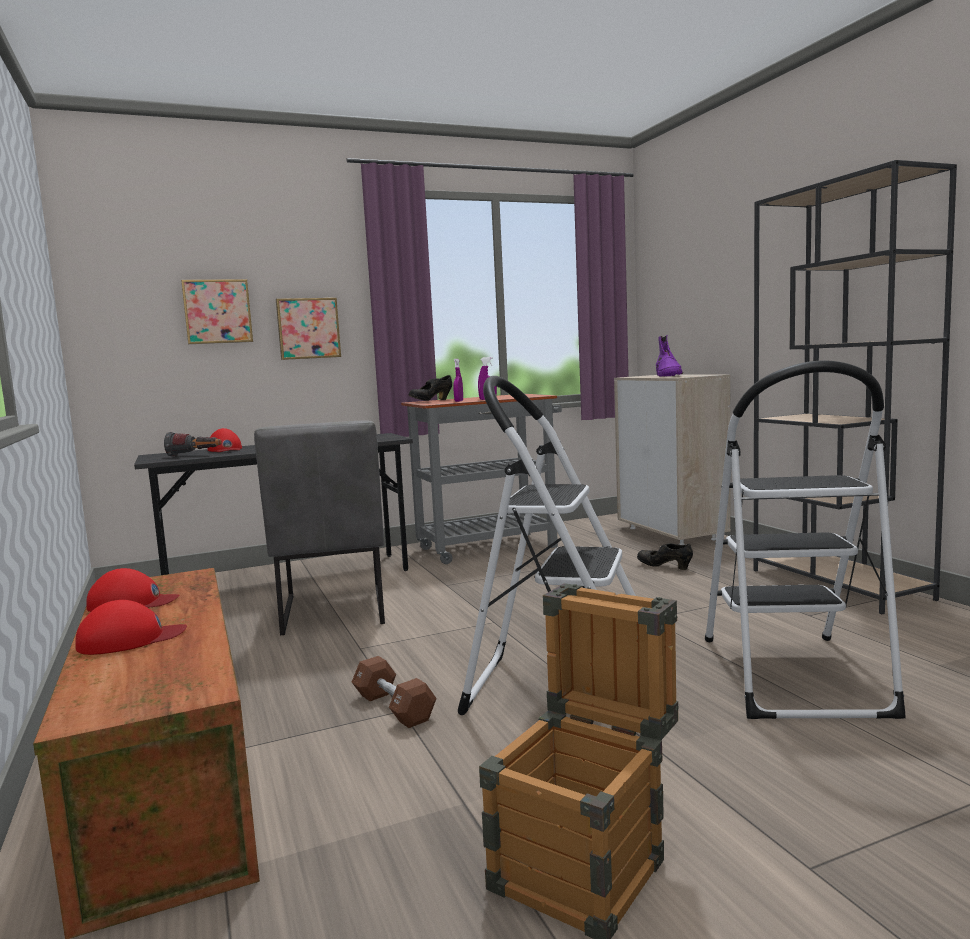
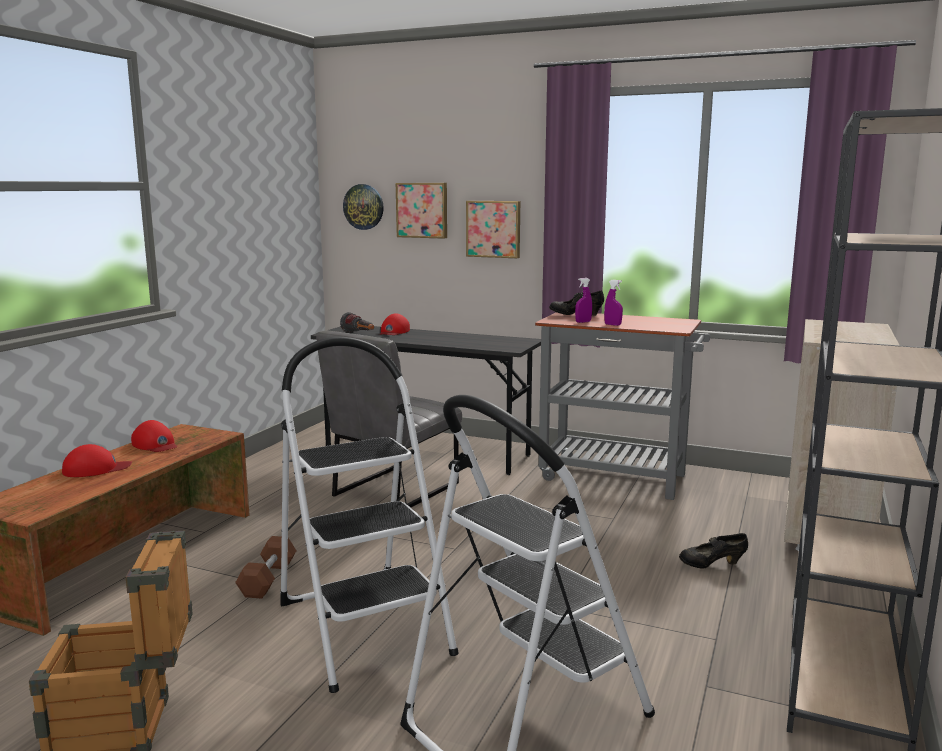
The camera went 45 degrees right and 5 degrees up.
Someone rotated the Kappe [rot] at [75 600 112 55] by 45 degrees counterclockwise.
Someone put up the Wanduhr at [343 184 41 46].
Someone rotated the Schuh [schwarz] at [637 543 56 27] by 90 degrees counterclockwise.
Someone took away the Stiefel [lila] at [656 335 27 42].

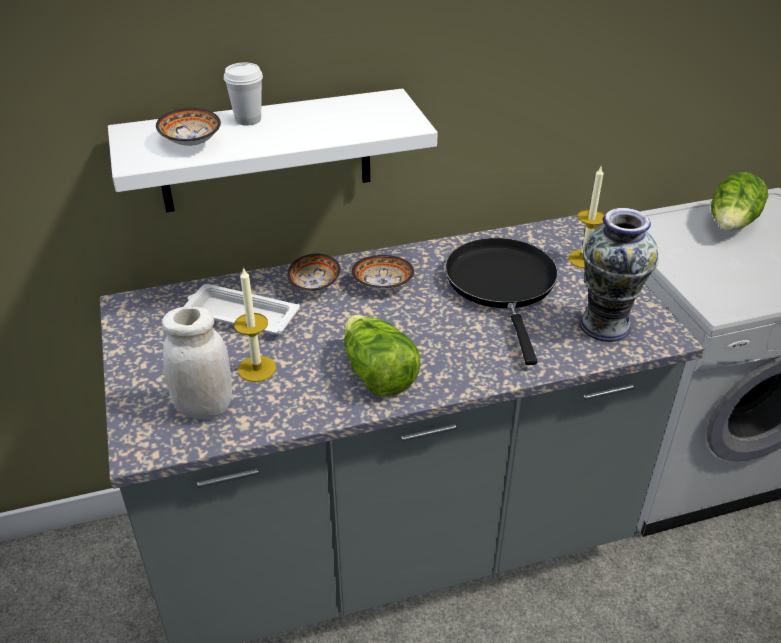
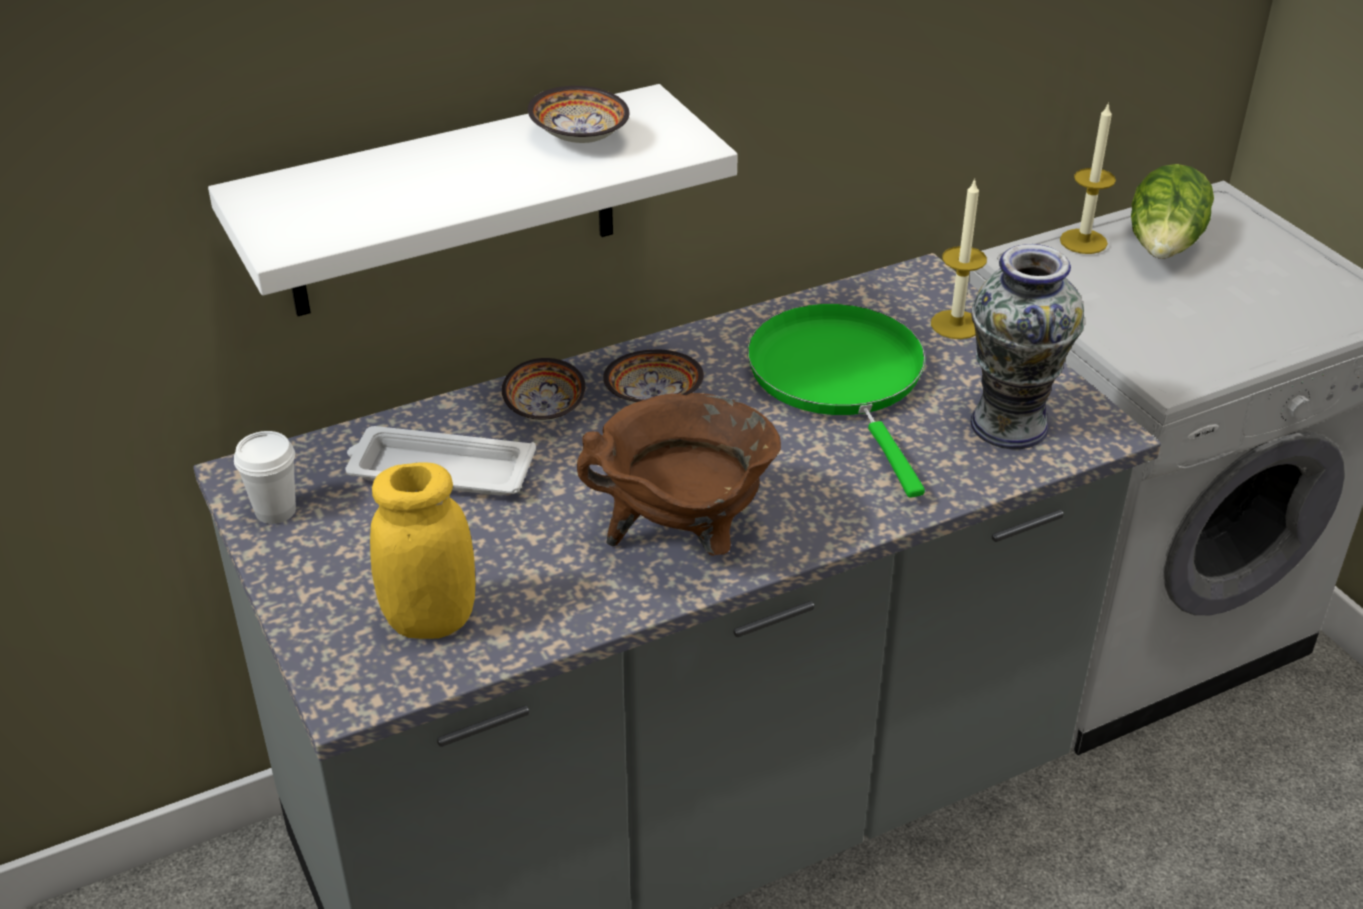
The camera went 10 degrees left and 0 degrees up.
Someone carried the Tasse [weiß] from [224 63 39 63] to [234 431 62 93].
Someone repainted the Vorratsglas [weiß] at [162 307 70 113], which became the Vorratsglas [gelb] at [370 462 105 177].
Someone carried the Schüssel from [156 108 65 38] to [528 86 102 57].
Someone swapped the Salatkopf at [344 315 76 81] for the Kochtopf [braun] at [577 393 204 163].
Someone repainted the Pfanne [schwarz] at [445 238 113 127], which became the Pfanne [grün] at [747 304 179 193].
Someone carried the Kerze from [234 267 42 115] to [1060 102 56 152].

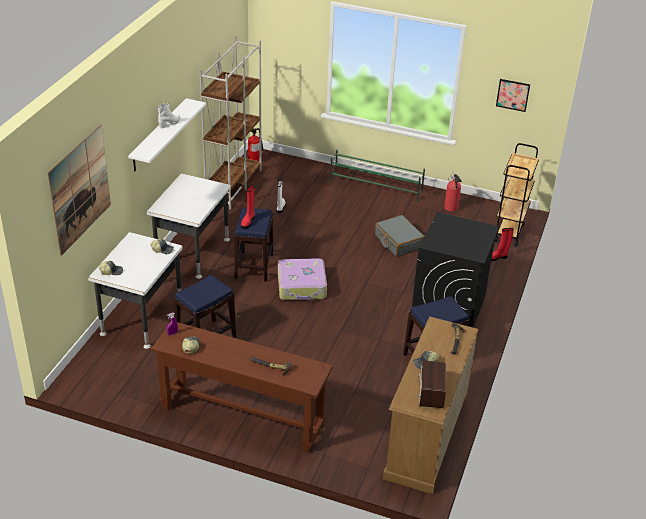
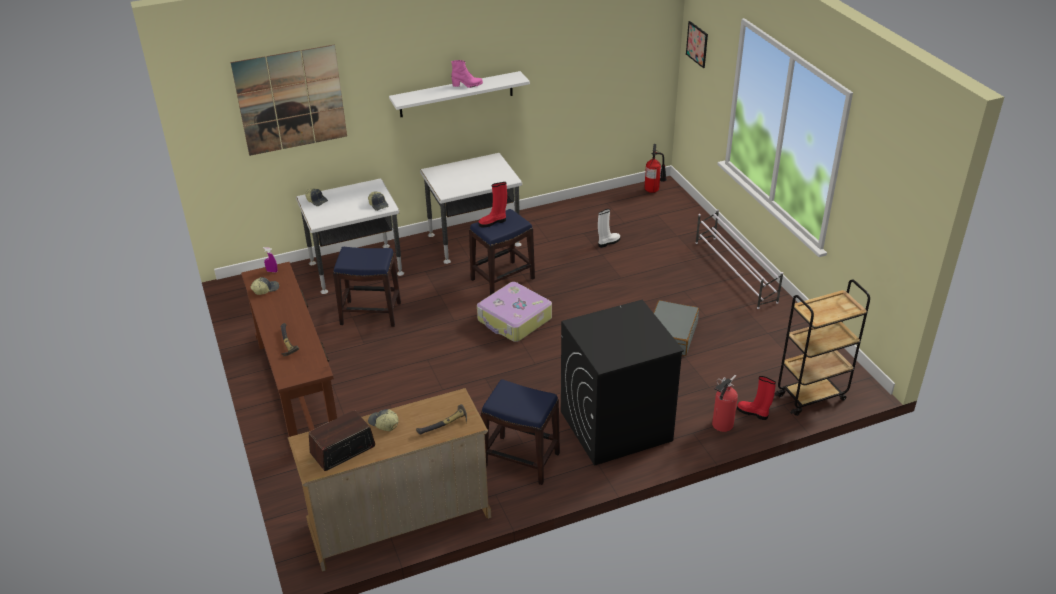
The camera went 50 degrees right and 0 degrees up.
Someone repainted the Stiefel [weiß] at [158 103 23 25], which became the Stiefel [rosa] at [451 60 32 28].
Someone carried the Bild from [496 79 34 33] to [686 21 22 47].
Someone repainted the Schuhregal [grün] at [330 149 95 52], which became the Schuhregal [weiß] at [695 209 88 100].
Someone carried the Feuerlöscher from [444 172 18 40] to [712 375 26 57].
Someone took away the Bücherregal [braun] at [199 35 63 175].

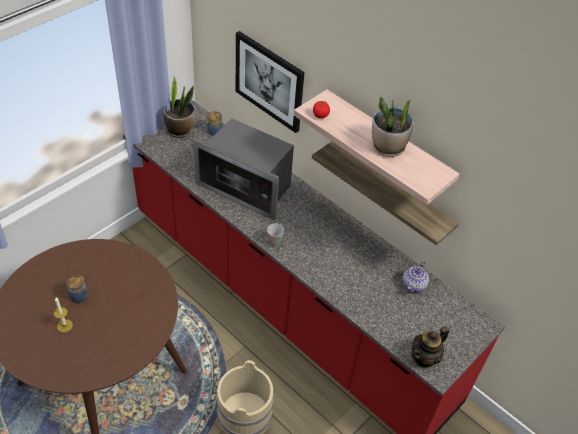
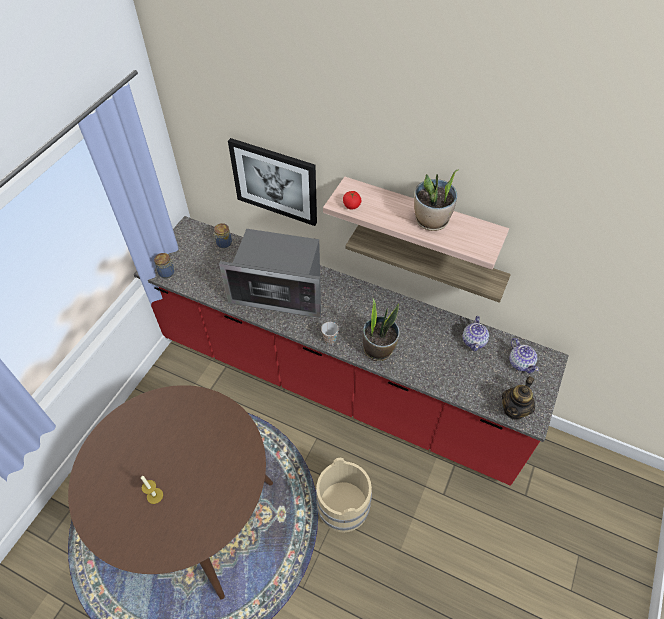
The camera went 15 degrees left and 5 degrees up.
Someone carried the Vorratsglas from [66 275 22 28] to [154 253 21 25].
Someone carried the Topfpflanze from [163 76 32 62] to [363 299 37 62].
Someone put down the Teekanne at [510 338 29 35].

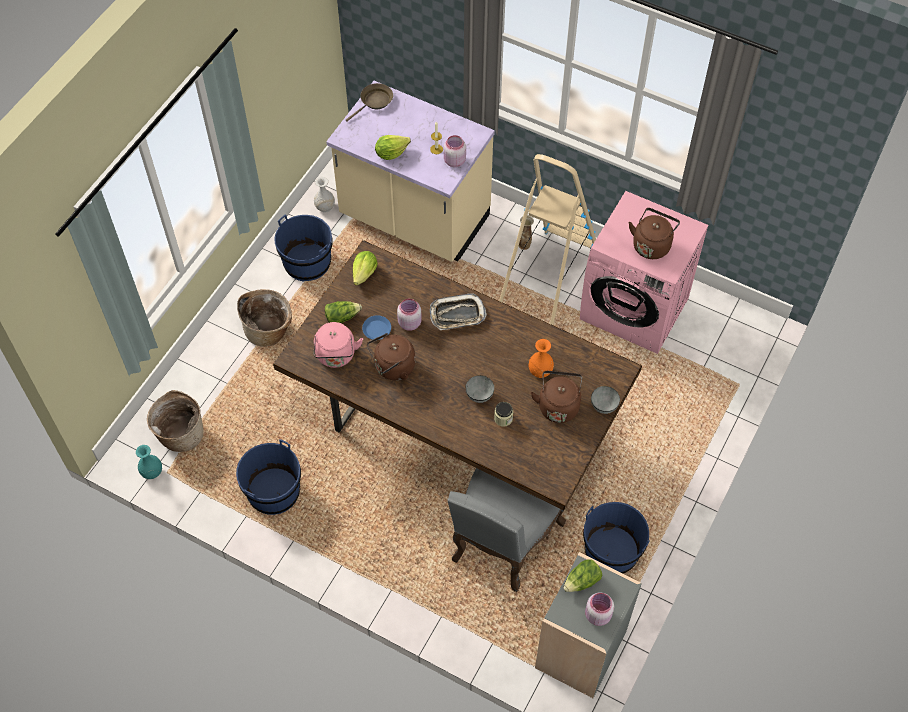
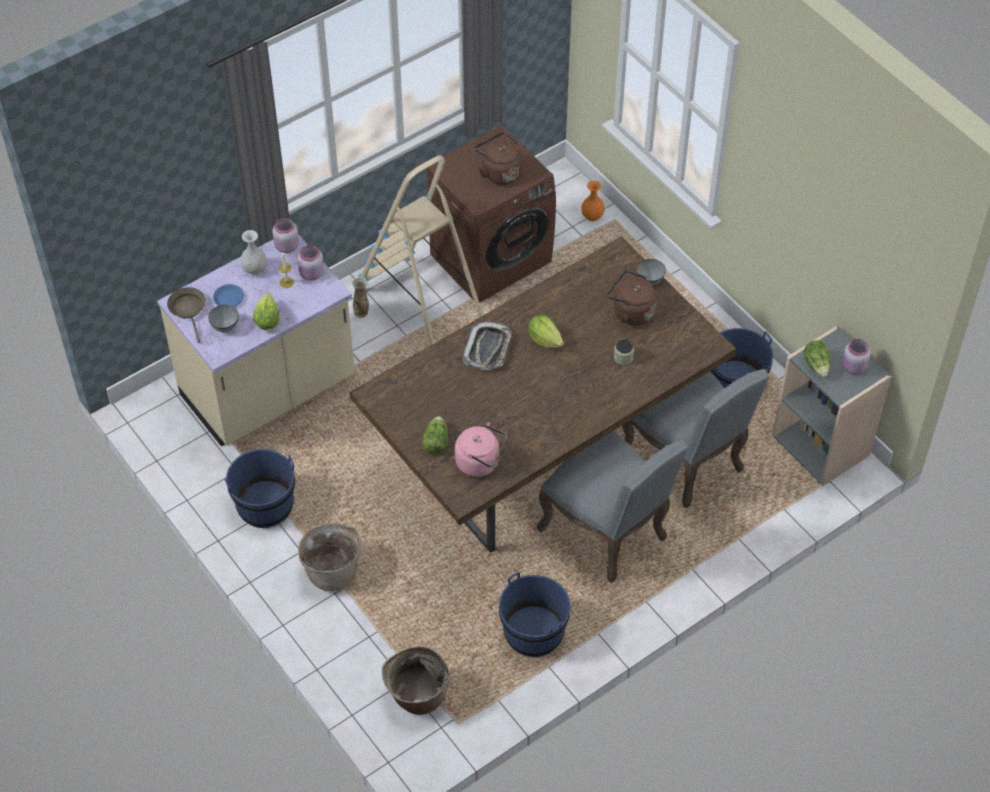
The camera went 65 degrees left and 5 degrees down.
Someone carried the Schüssel [grau] from [466 375 28 28] to [208 305 31 27].
Someone carried the Teller [blau] from [362 315 29 25] to [213 284 31 23].
Someone carried the Vase [weiß] from [314 177 21 36] to [241 230 26 45].
Someone carried the Vorratsglas [rosa] from [397 299 25 32] to [273 218 26 35].
Someone repainted the Waschmaschine [rosa] at [580 191 128 163], which became the Waschmaschine [braun] at [426 125 130 178].
Someone carried the Salatkopf from [352 251 26 35] to [528 315 36 33].
Someone put down the Stuhl [grau] at [537 431 151 152].
Someone carried the Vase [orange] from [528 339 26 39] to [581 181 23 40].
Someone took away the Vase [türkis] at [136 445 26 34].
Someone took away the Wasserkessel [braun] at [367 333 48 47].

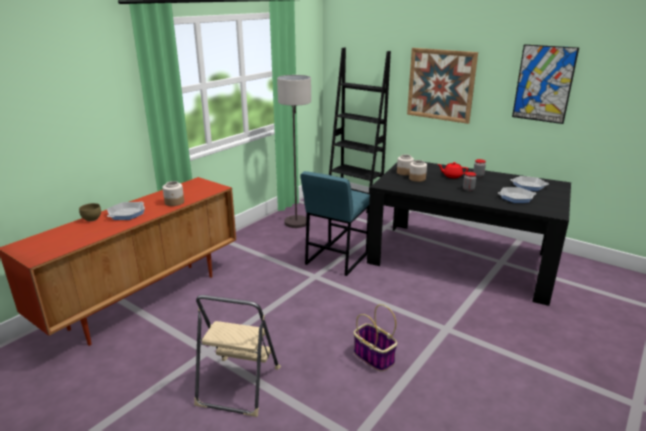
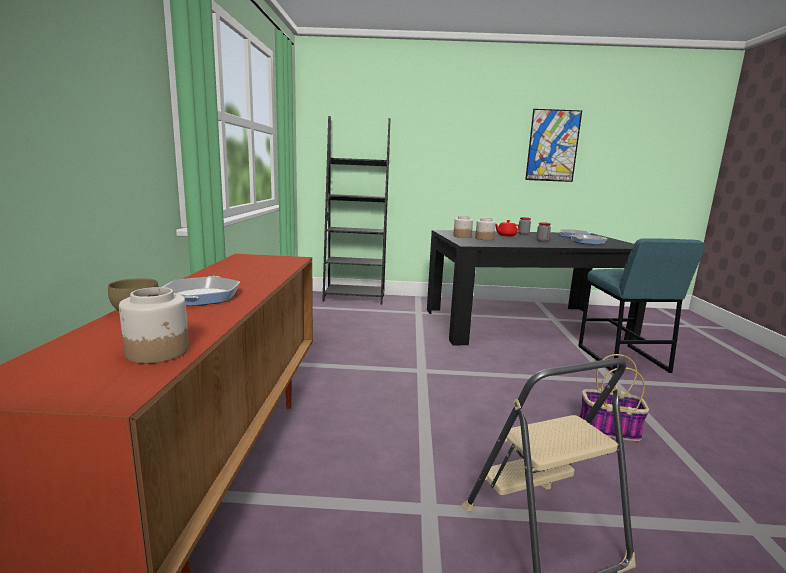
The camera went 35 degrees left and 10 degrees down.
Someone carried the Vorratsglas from [162 181 22 25] to [119 287 70 77].
Someone carried the Hocker [blau] from [300 171 70 105] to [578 238 128 135].
Someone took away the Stehlampe [grau] at [277 75 34 153].
Someone took away the Bild at [407 48 71 76].

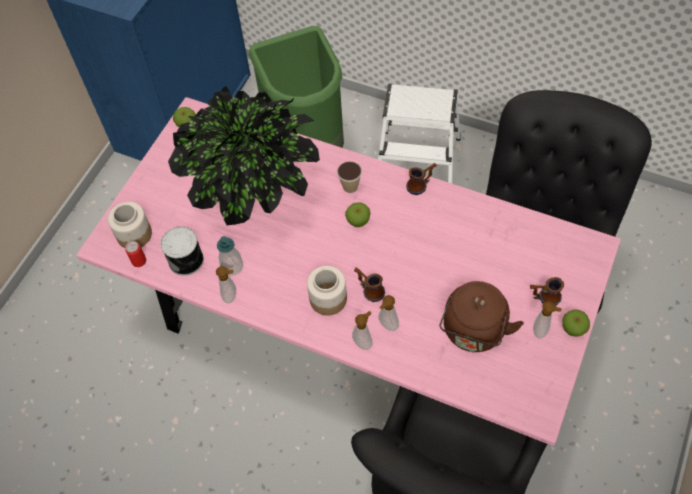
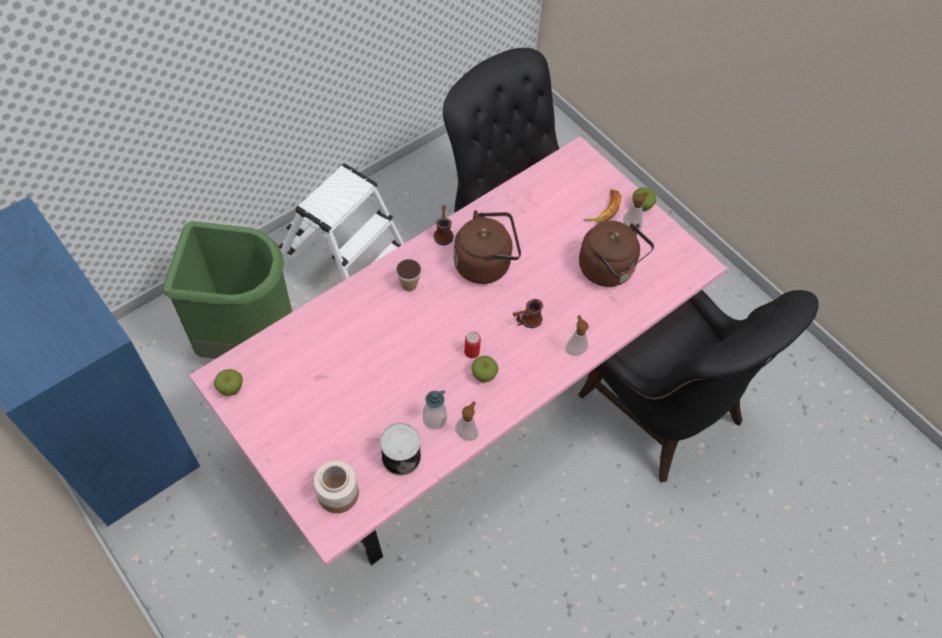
The camera went 70 degrees left and 0 degrees up.
Someone put down the Wasserkessel [braun] at [454 210 67 74].
Someone carried the Dose from [125 241 21 26] to [464 331 17 27].
Someone carried the Apfel from [345 203 25 24] to [471 356 28 26].
Someone swapped the Henkelbecher at [530 277 34 29] for the Banane at [583 189 38 34].
Someone took away the Topfpflanze at [168 86 152 139].
Someone took away the Vorratsglas at [307 266 40 50].
Someone took away the Seifenspender at [378 295 21 36].

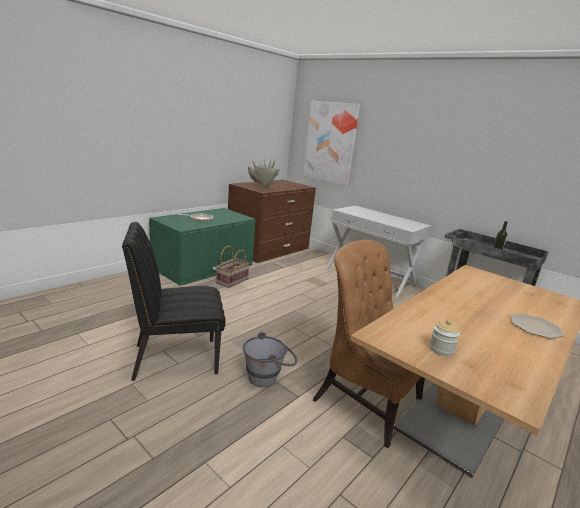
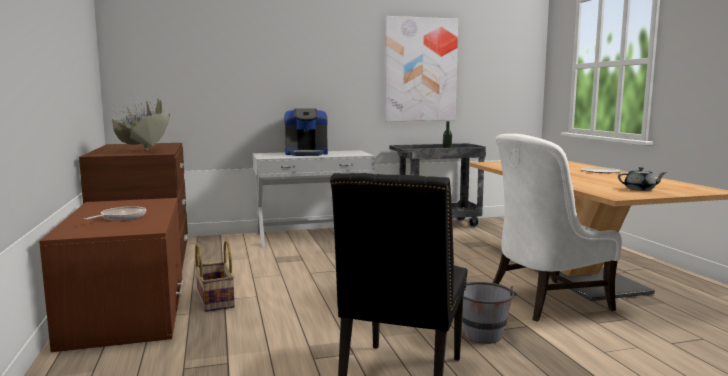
The camera went 55 degrees left and 10 degrees down.
Someone repainted the Schrank [grün] at [149 208 107 78], which became the Schrank [braun] at [39 198 144 154].
Someone put down the Kaffeemaschine at [284 108 44 48].
Someone carried the Bild from [303 101 57 85] to [384 16 74 105].
Someone repainted the Stuhl [braun] at [313 240 112 208], which became the Stuhl [weiß] at [493 134 129 188].
Someone swapped the Vorratsglas at [429 320 31 36] for the Teekanne [grau] at [618 167 49 24].

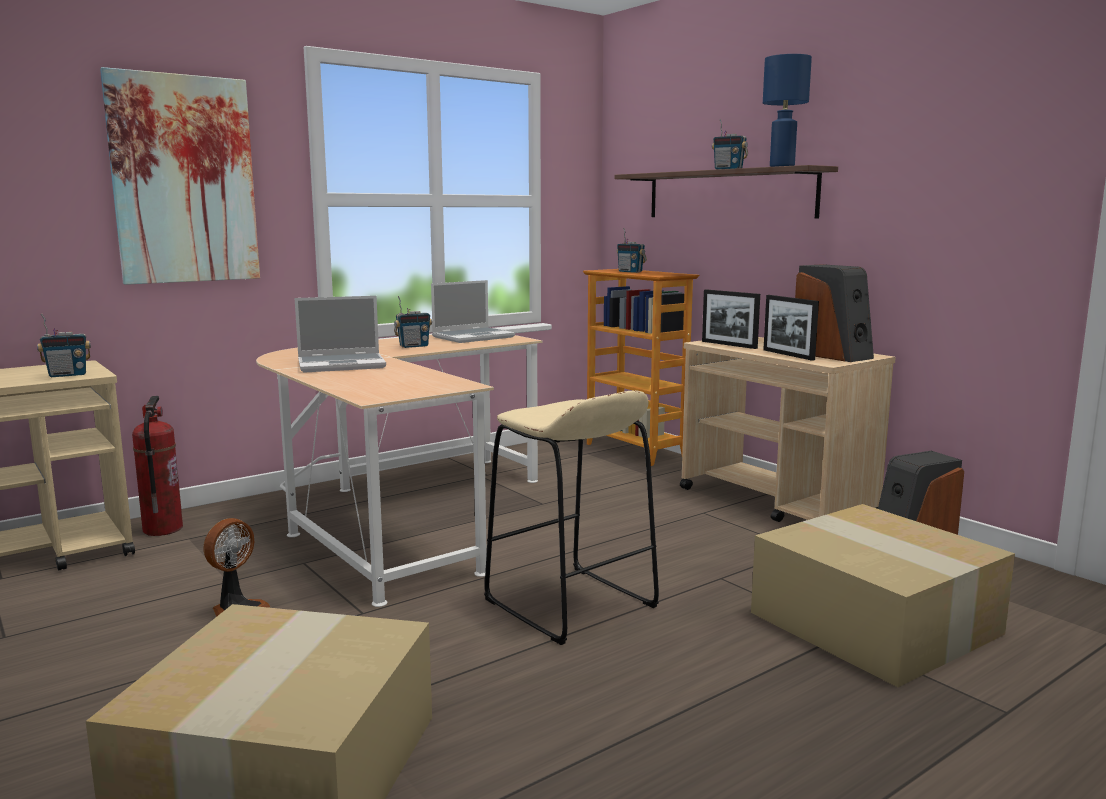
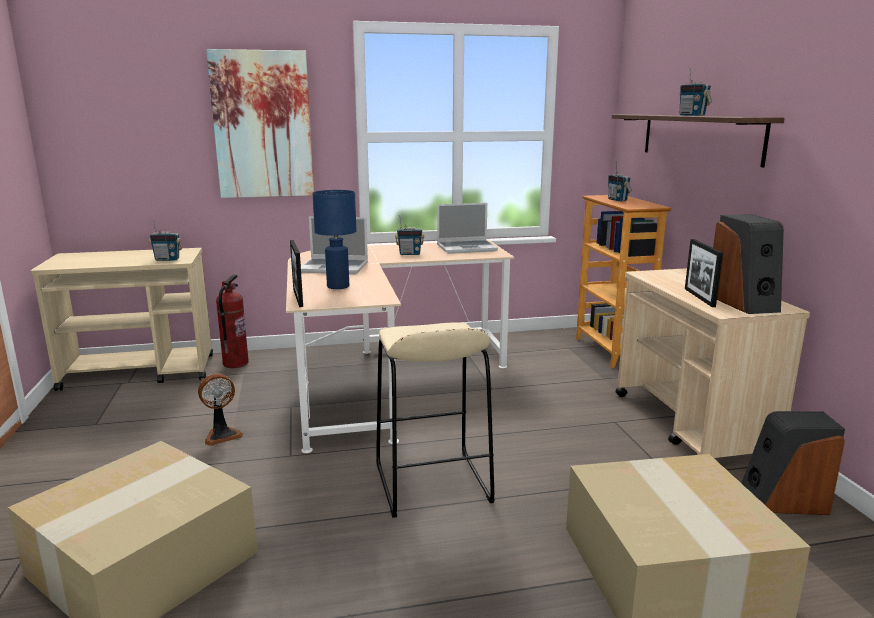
The camera went 25 degrees right and 5 degrees up.
Someone carried the Bilderrahmen from [702 289 58 60] to [290 240 13 67].
Someone carried the Tischlampe [blau] from [763 54 49 113] to [312 190 44 99].

